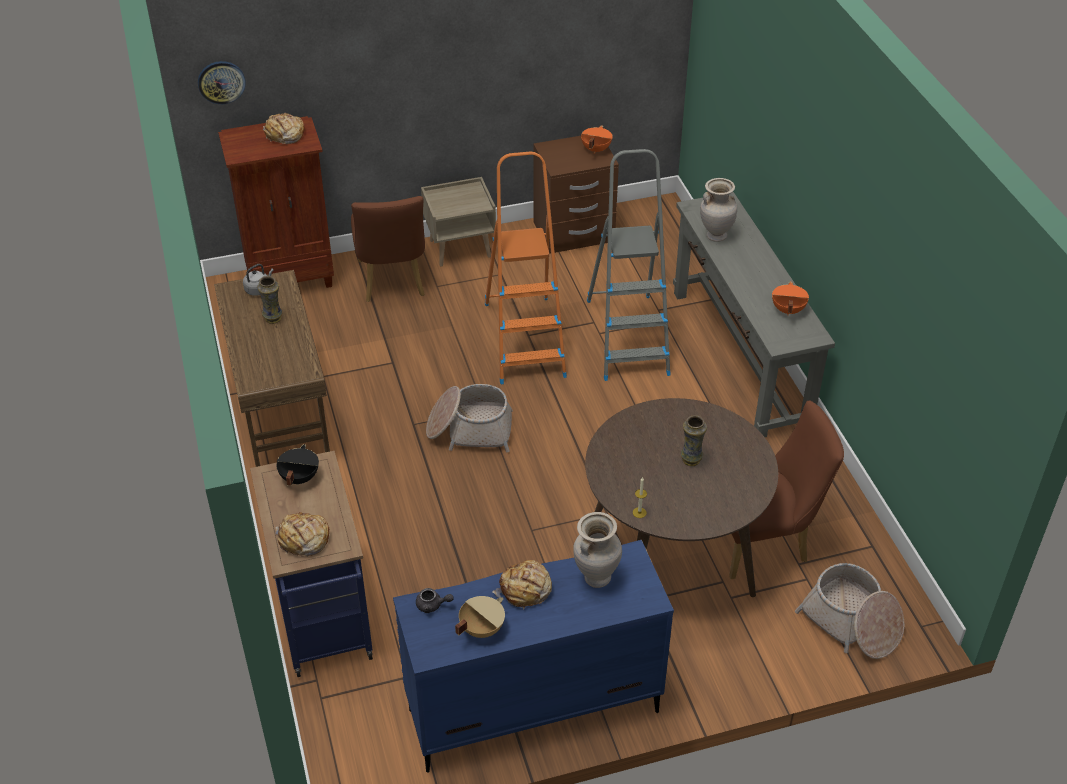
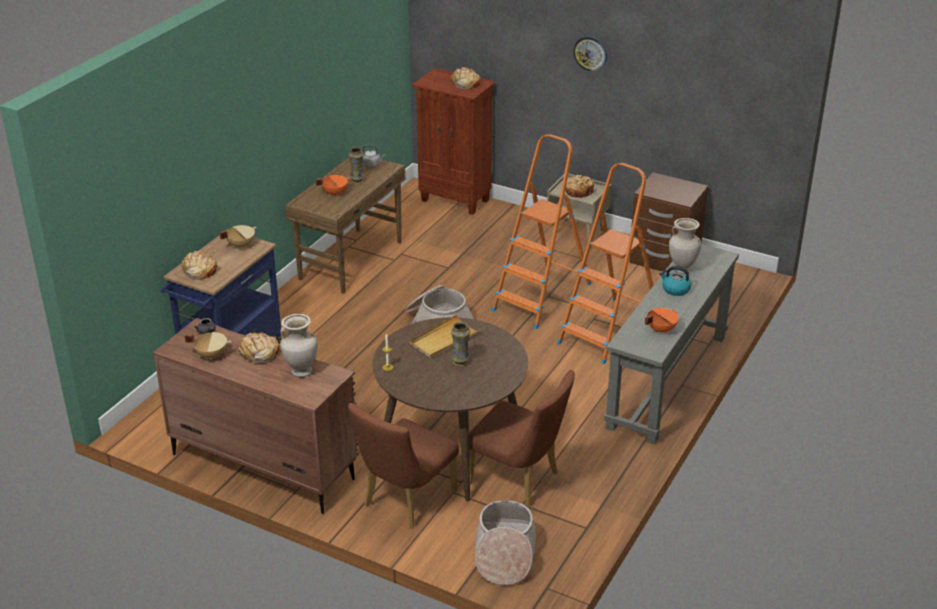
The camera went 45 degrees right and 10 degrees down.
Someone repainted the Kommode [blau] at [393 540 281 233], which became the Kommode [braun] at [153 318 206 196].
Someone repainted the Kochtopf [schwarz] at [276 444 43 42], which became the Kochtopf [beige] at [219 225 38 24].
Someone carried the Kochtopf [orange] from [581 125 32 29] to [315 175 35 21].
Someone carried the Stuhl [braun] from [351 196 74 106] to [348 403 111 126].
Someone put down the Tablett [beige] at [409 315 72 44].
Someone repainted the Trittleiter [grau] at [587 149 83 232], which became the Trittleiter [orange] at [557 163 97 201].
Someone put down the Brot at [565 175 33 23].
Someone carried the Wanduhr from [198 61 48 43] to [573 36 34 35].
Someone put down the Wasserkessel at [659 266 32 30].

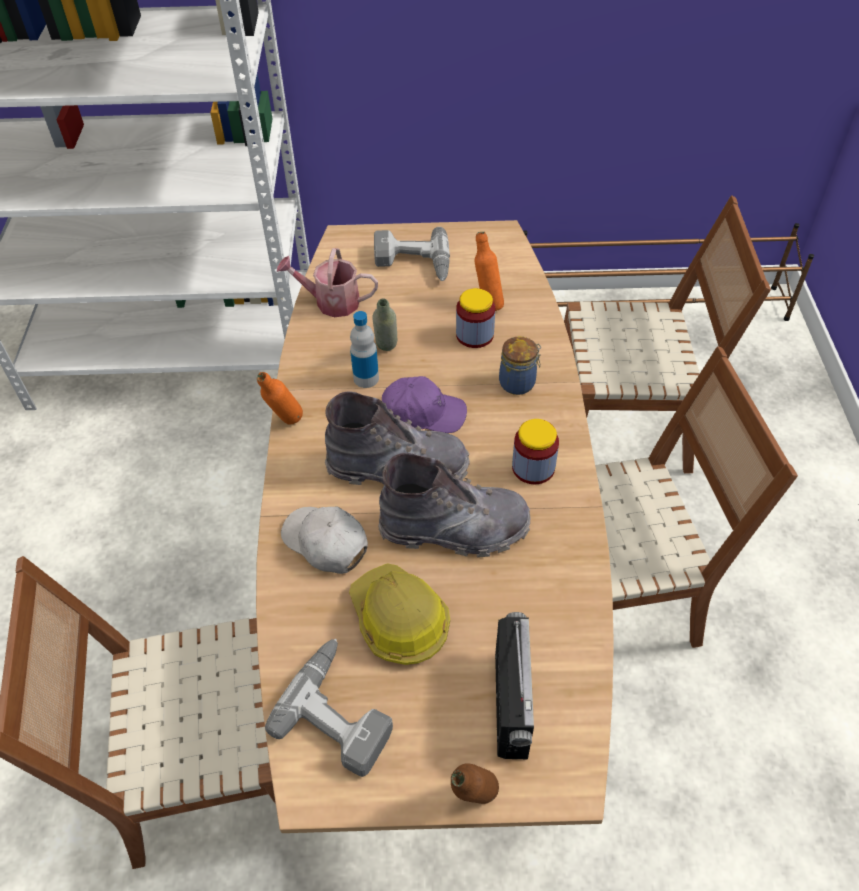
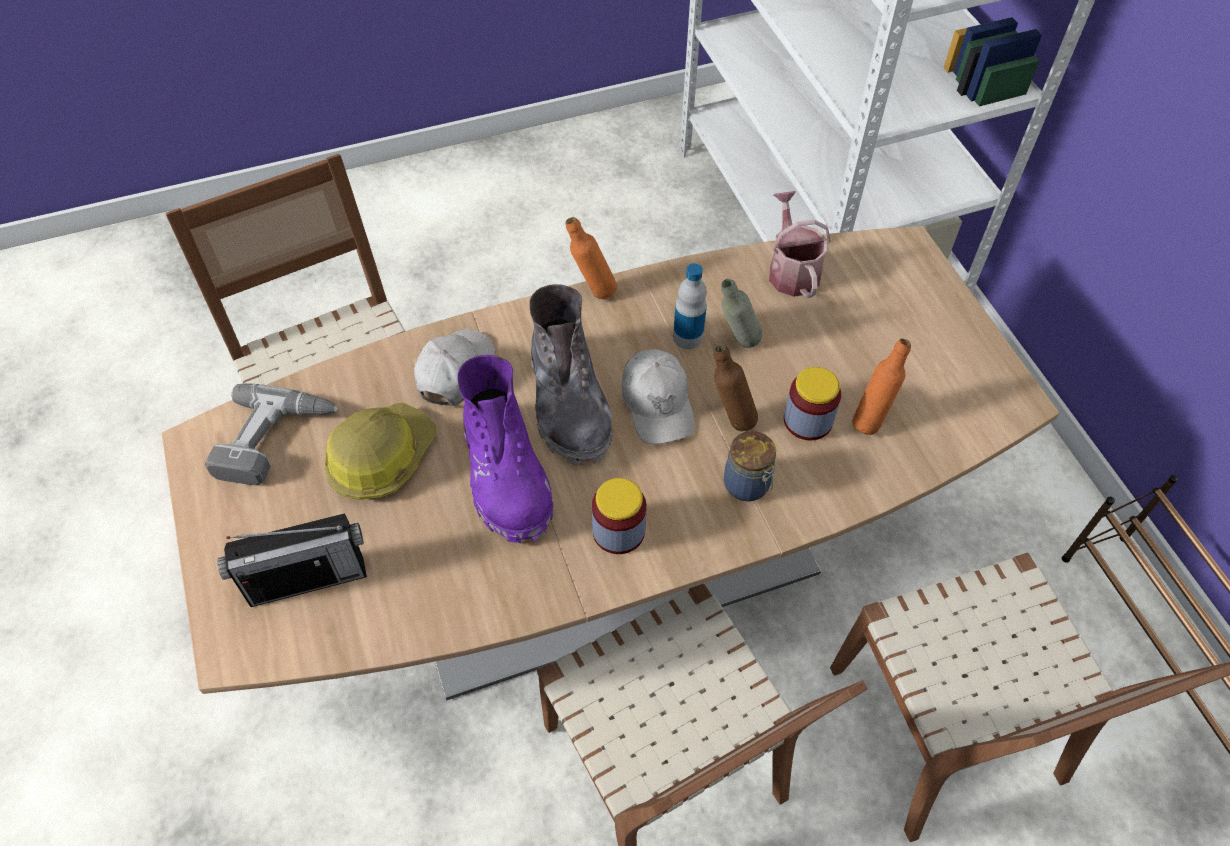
The camera went 70 degrees right and 5 degrees up.
Someone repainted the Stiefel [grau] at [378 453 153 105], which became the Stiefel [lila] at [457 355 96 189].
Someone repainted the Kappe [lila] at [382 376 85 57], which became the Kappe [weiß] at [622 349 73 95].
Someone carried the Flasche [braun] from [451 763 48 41] to [713 345 45 86].
Someone took away the Bohrmaschine at [374 227 76 54].

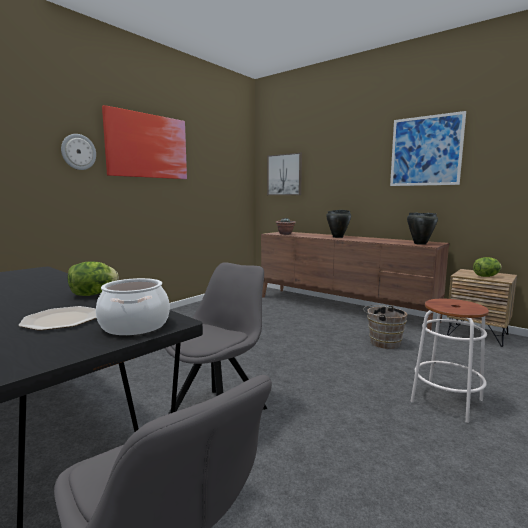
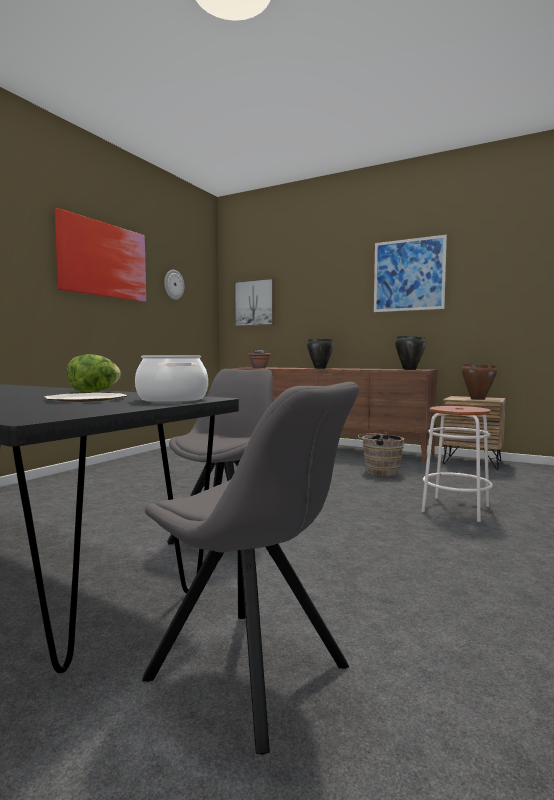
The camera went 10 degrees left and 5 degrees down.
Someone carried the Wanduhr from [61 134 35 36] to [164 270 20 30].
Someone swapped the Salatkopf at [473 257 29 20] for the Kochtopf [braun] at [462 364 35 36].

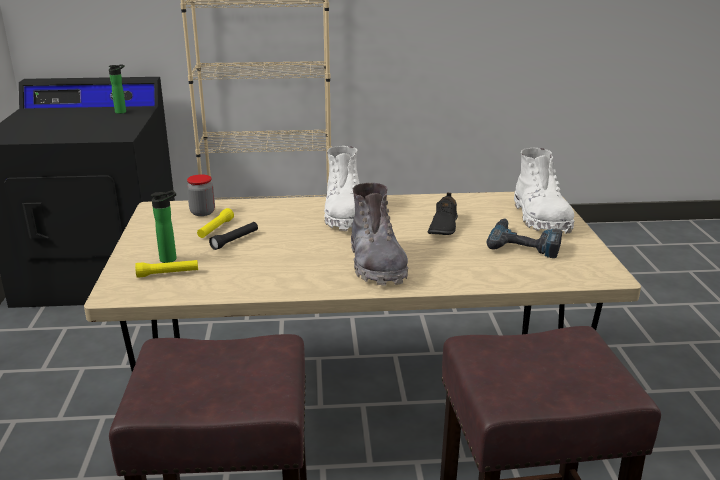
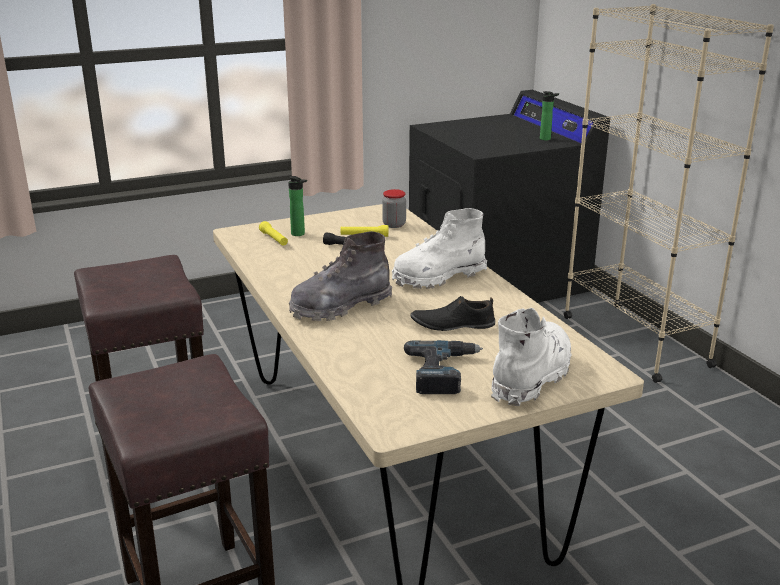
The camera went 70 degrees right and 0 degrees up.
Someone rotated the Stiefel [weiß] at [514 148 60 86] by 150 degrees clockwise.

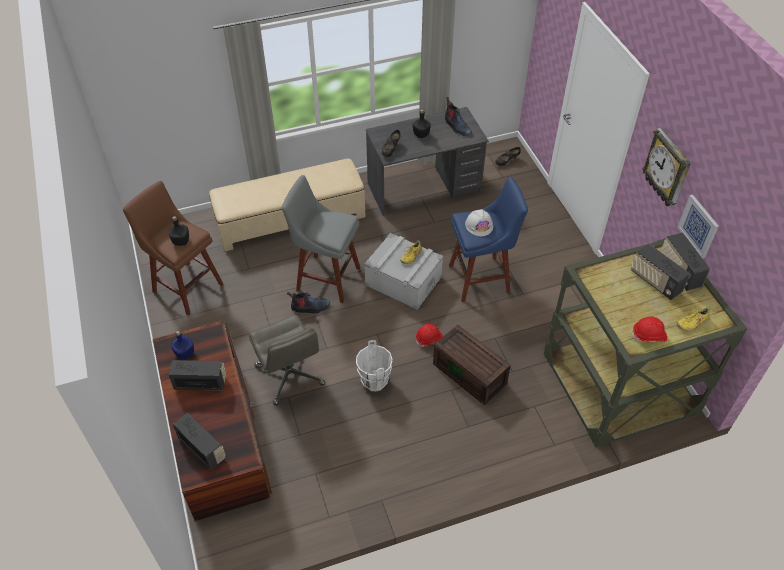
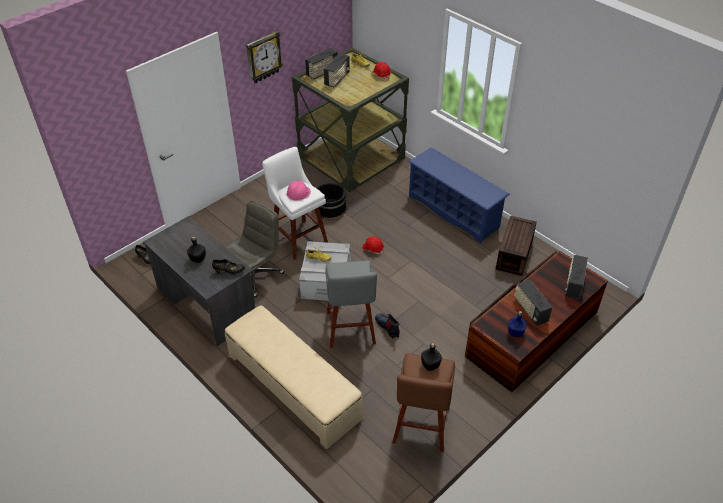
The camera went 115 degrees left and 5 degrees down.
Someone carried the Bürostuhl [grau] from [249 315 76 90] to [225 201 59 96].
Someone repainted the Hocker [blau] at [449 177 79 125], which became the Hocker [weiß] at [262 147 66 113].
Someone repainted the Schutzhelm [weiß] at [465 209 28 27], which became the Schutzhelm [rosa] at [287 181 24 19].
Someone put down the Eimer [schwarz] at [314 183 33 37].
Someone put down the Schuhregal [blau] at [409 147 101 96].
Someone carried the Aufbewahrungsbox [braun] from [433 325 78 80] to [496 216 41 60].
Someone took away the Eimer [weiß] at [356 340 37 52].
Someone took away the Stiefel at [445 97 27 39].
Someone took away the Bild at [677 194 42 64].

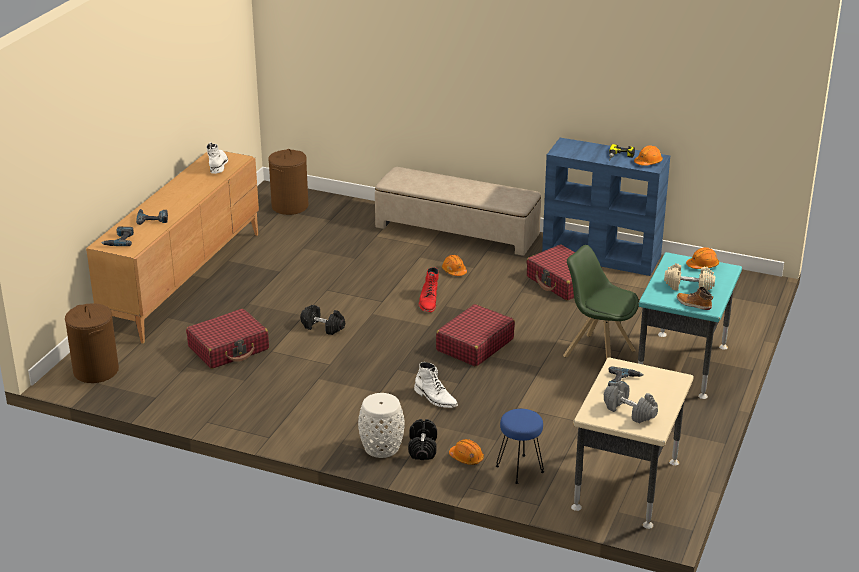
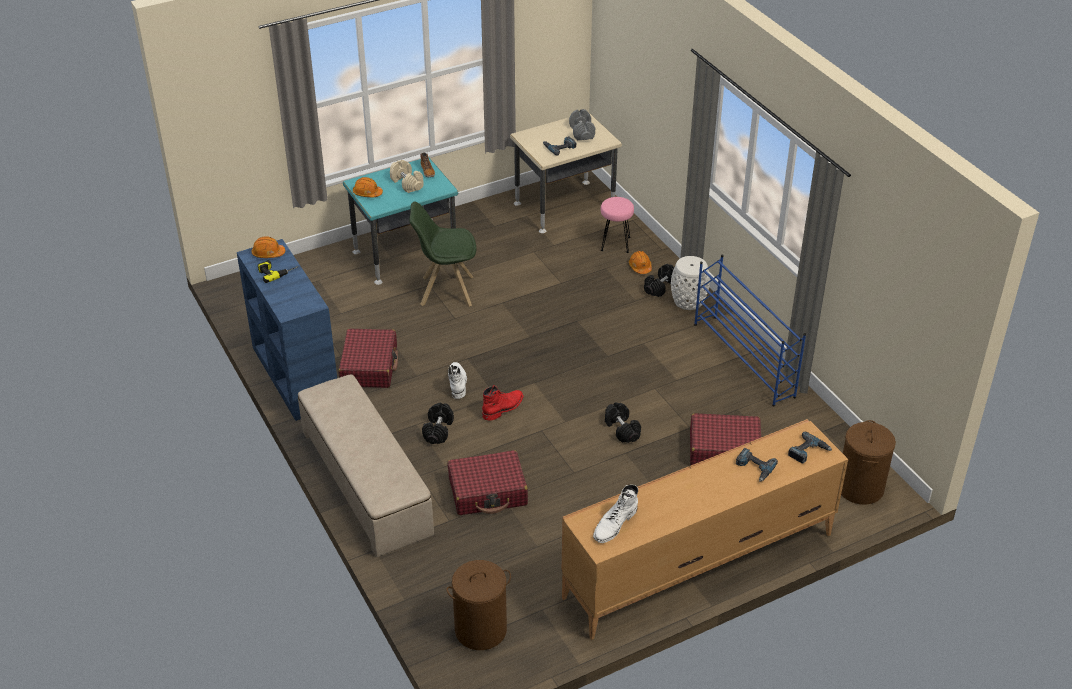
The camera went 140 degrees left and 10 degrees up.
Someone rotated the Stuhl [grün] at [563 245 76 115] by 105 degrees clockwise.
Someone swapped the Schutzhelm [orange] at [442 255 25 21] for the Hantel [schwarz] at [422 403 32 41].
Someone carried the Koffer [rot] from [436 304 79 63] to [447 450 81 65].
Someone carried the Stiefel [weiß] from [414 362 44 46] to [448 362 19 37].
Someone repainted the Hocker [blau] at [496 409 48 75], which became the Hocker [rosa] at [601 197 33 56].
Someone put down the Schuhregal [blau] at [694 255 112 152].

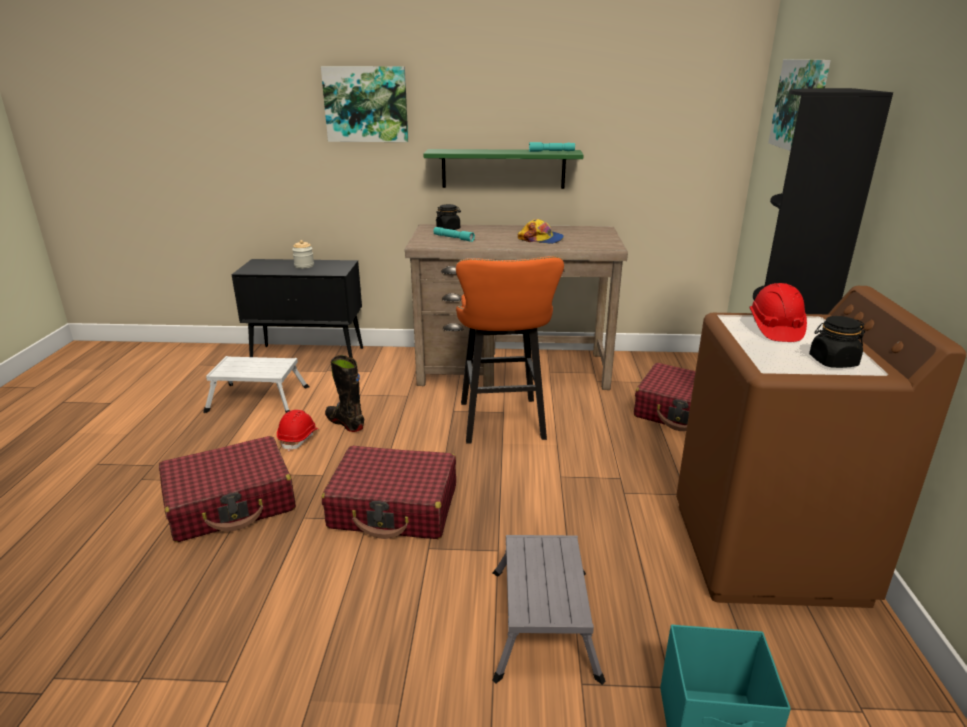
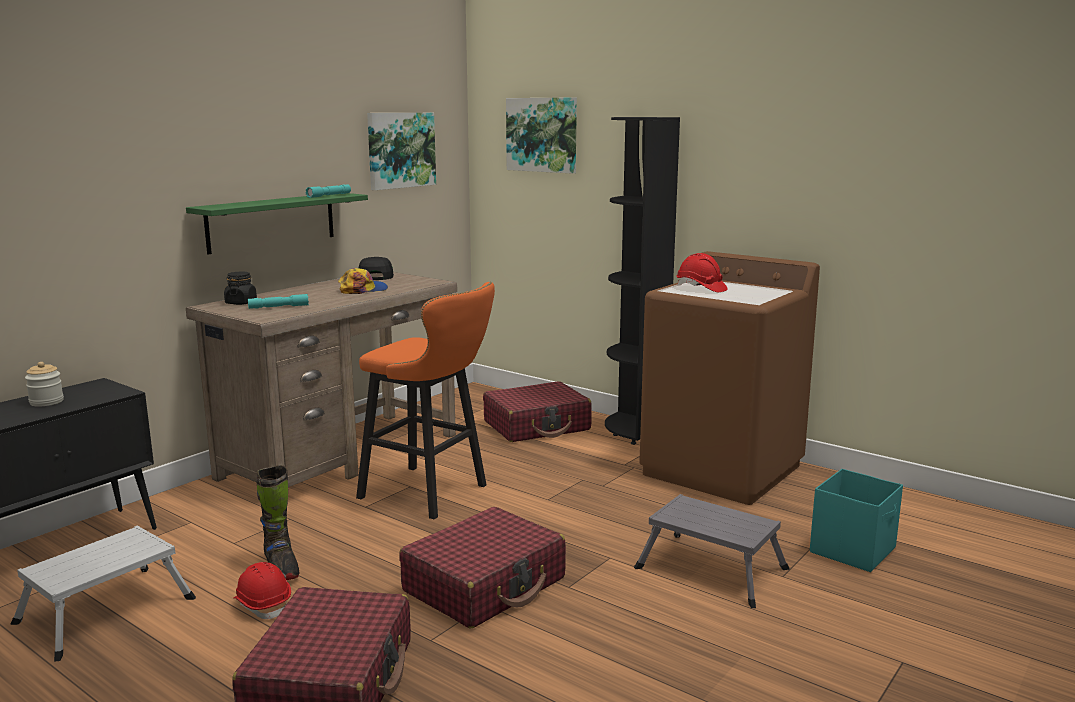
The camera went 55 degrees left and 10 degrees down.
Someone rotated the Stiefel [schwarz] at [325 355 39 77] by 105 degrees counterclockwise.
Someone put down the Kappe [schwarz] at [359 257 35 23].
Someone carried the Bild from [321 66 87 76] to [367 113 69 77].
Someone took away the Vorratsglas [schwarz] at [809 316 56 52].

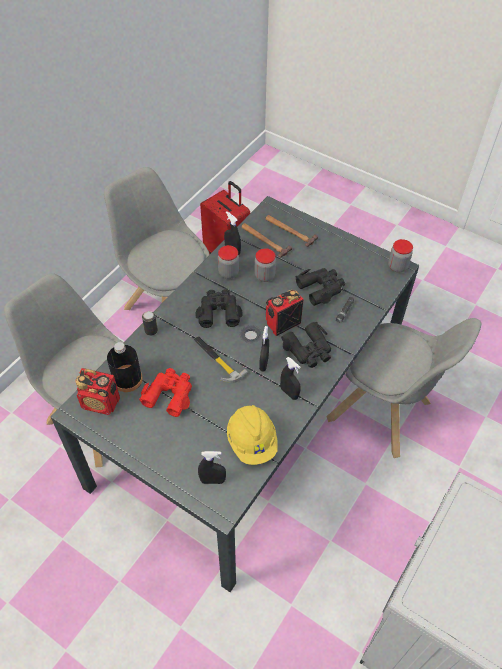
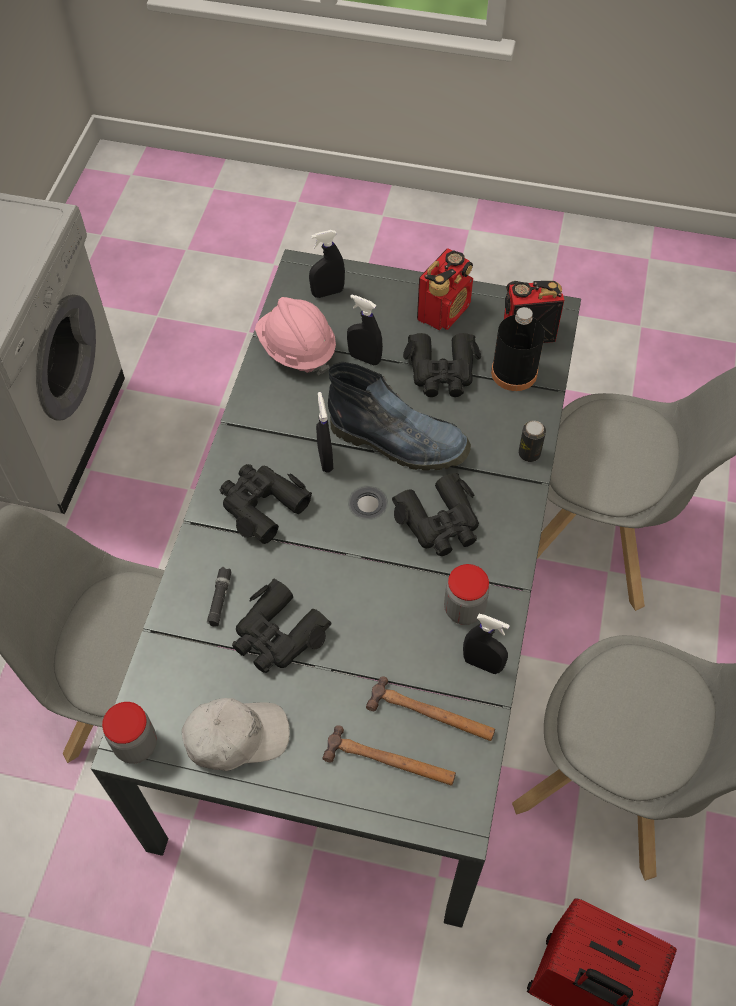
The camera went 160 degrees right and 5 degrees up.
Someone put down the Kappe [weiß] at [182 698 108 73].
Someone repainted the Schutzhelm [gelb] at [227 405 50 60], which became the Schutzhelm [rosa] at [255 297 81 78].
Someone swapped the Hammer at [194 336 54 47] for the Stiefel at [328 362 143 109].
Someone carried the Sprühflasche [schwarz] from [280 357 21 43] to [347 294 36 72].
Someone repainted the Fernglas [rot] at [139 368 53 49], which became the Fernglas [schwarz] at [403 333 78 64].
Someone carried the Radio from [266 290 37 46] to [417 248 56 82].
Someone took away the Vorratsglas at [255 248 21 34].

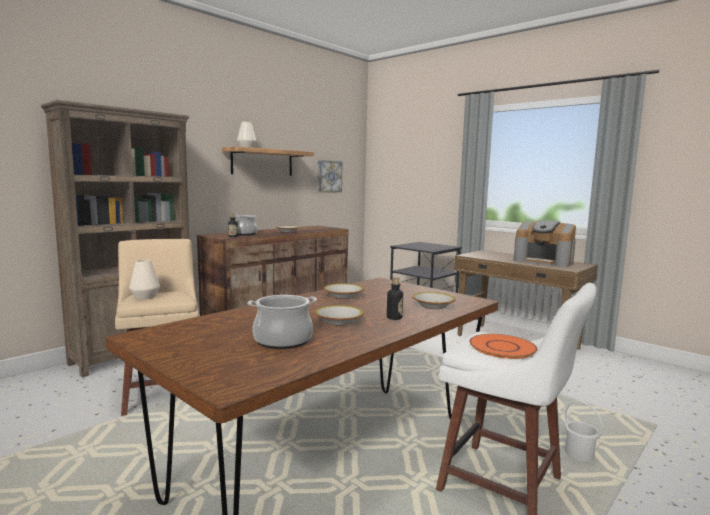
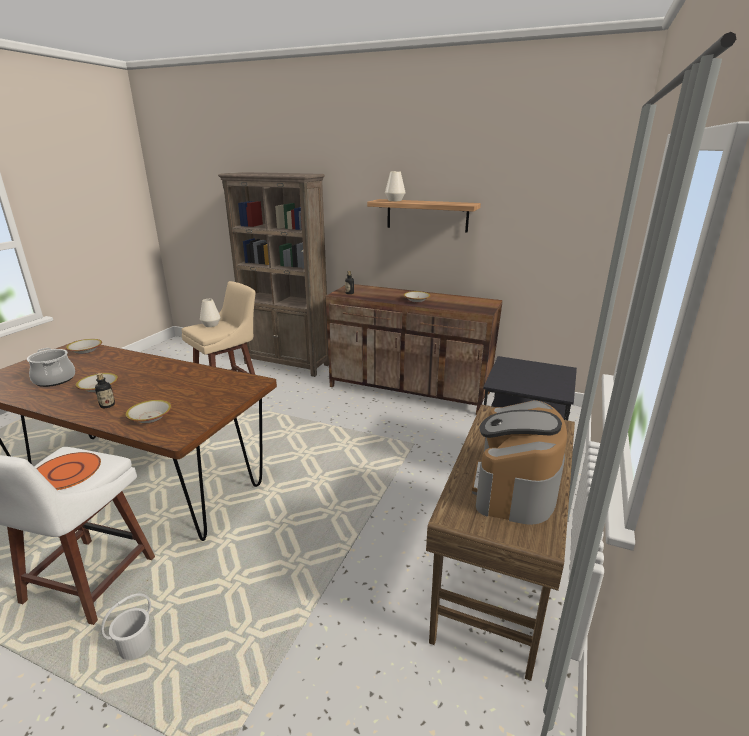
The camera went 70 degrees right and 15 degrees up.
Someone carried the Schüssel from [324 284 40 15] to [66 339 36 15].
Someone took away the Kochtopf at [235 214 23 22].
Someone took away the Bild at [318 160 24 33].

